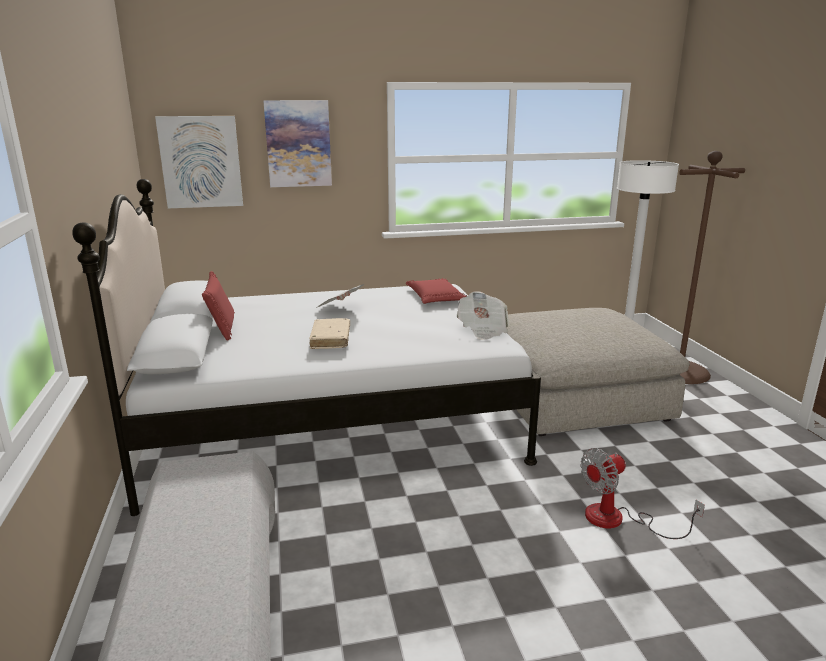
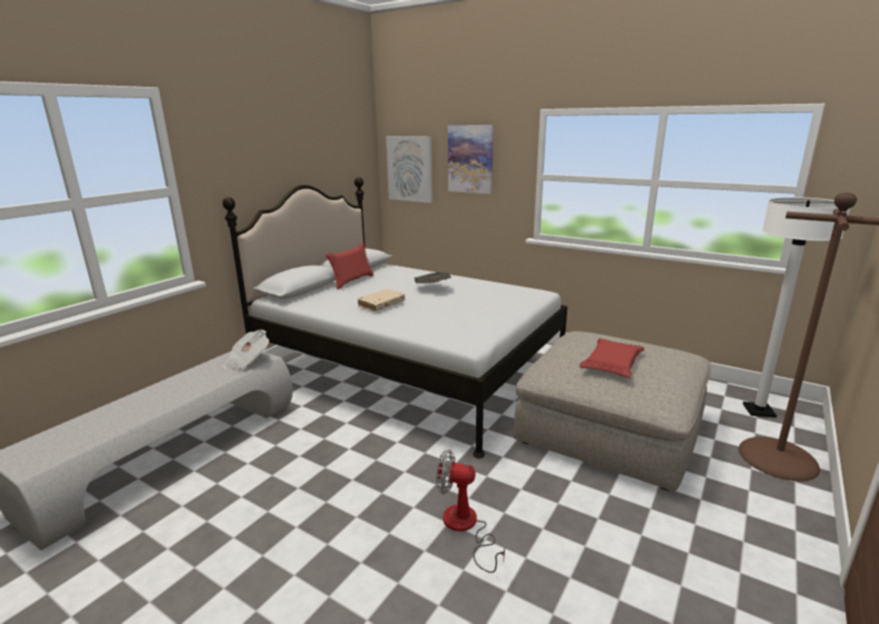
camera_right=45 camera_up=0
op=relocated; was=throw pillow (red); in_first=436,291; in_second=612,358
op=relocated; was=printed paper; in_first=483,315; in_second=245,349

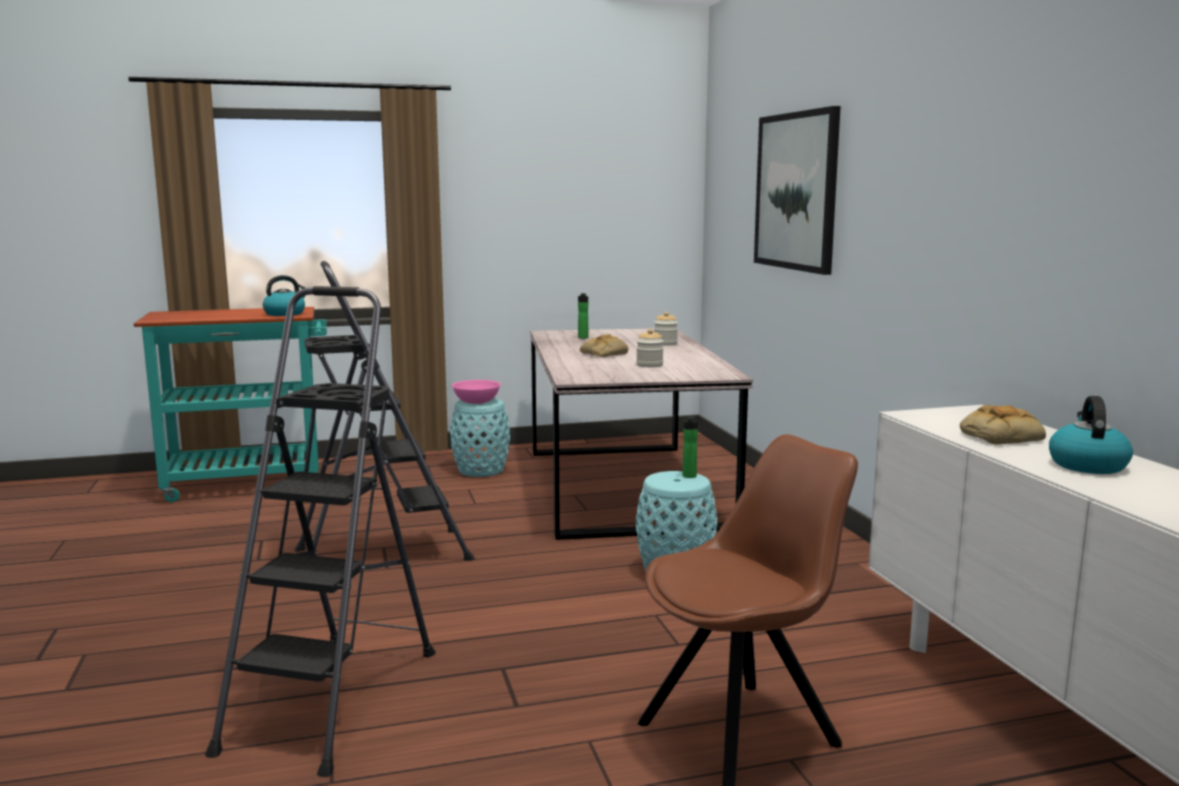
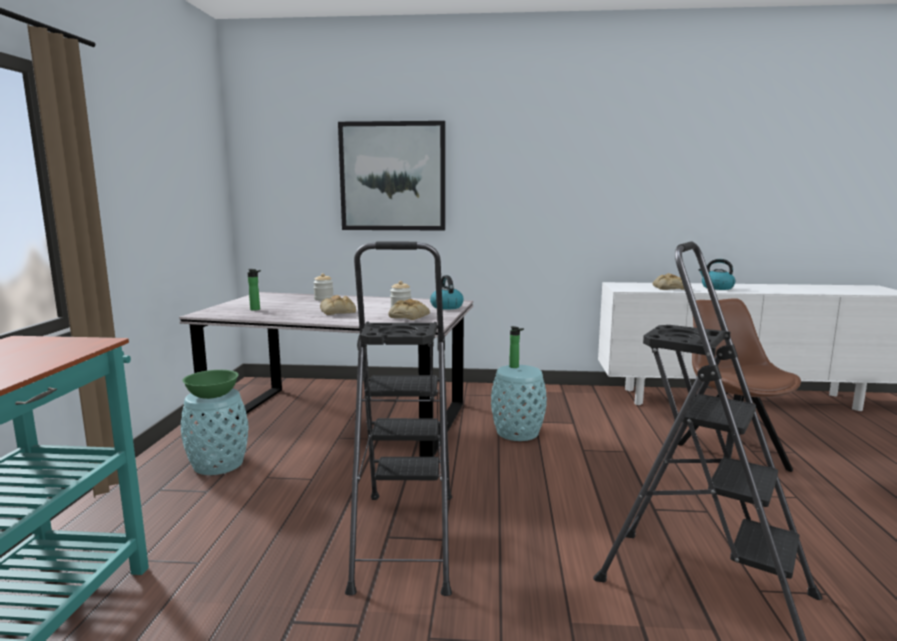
camera_right=-70 camera_up=0
op=relocated; was=tea kettle; in_first=284,295; in_second=447,292
op=colour; was=bowl (pinkish); now=bowl (green); in_first=476,392; in_second=210,384
op=appeared; now=baked bread; in_second=409,309

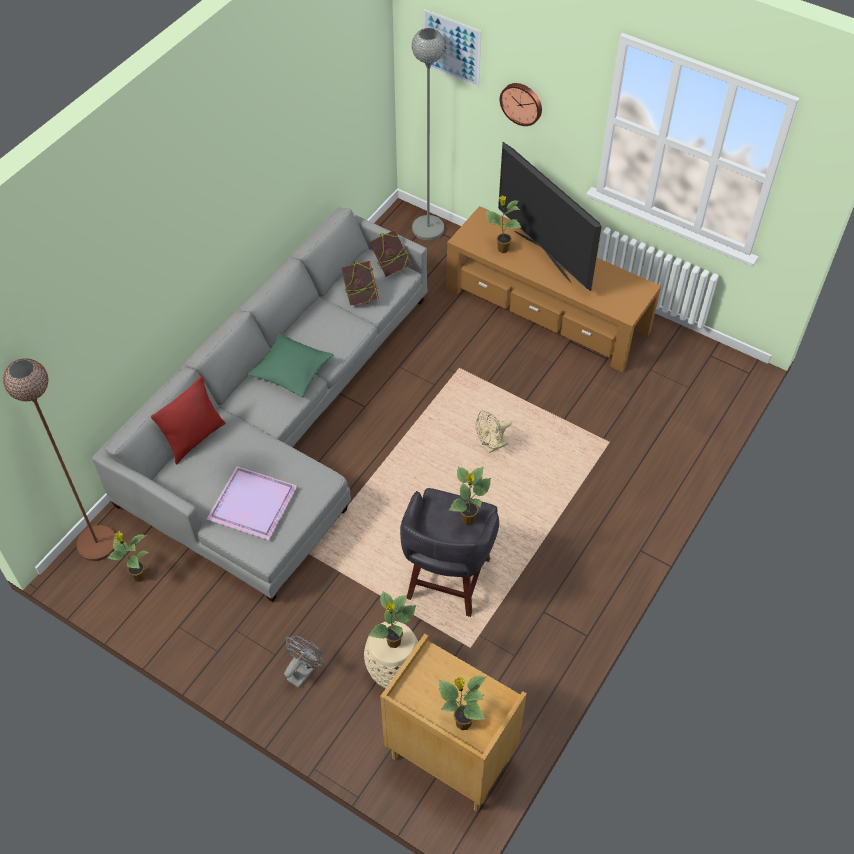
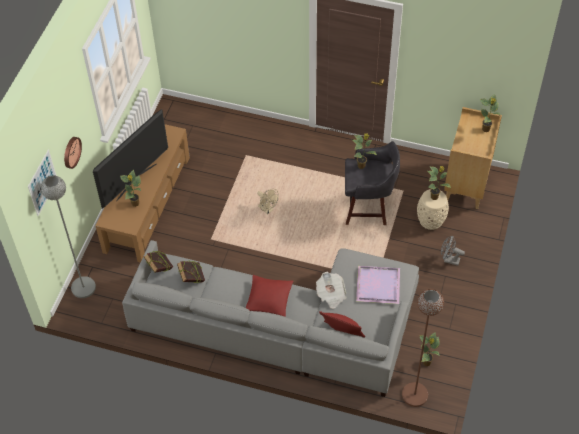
camera_right=-105 camera_up=0
op=colour; was=throw pillow (green); now=throw pillow (red); in_first=290,365; in_second=269,296
op=appeared; now=printed paper; in_second=331,290

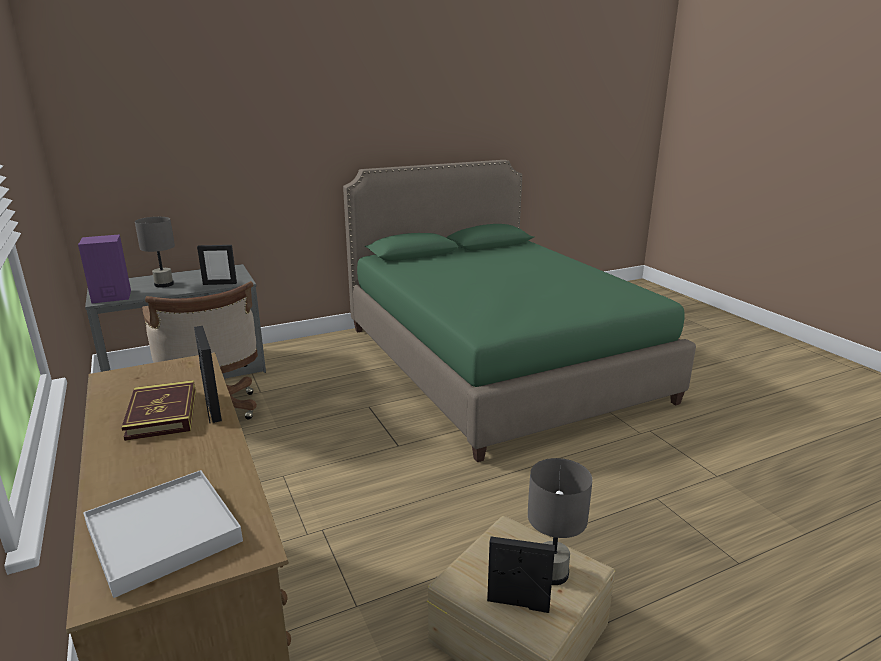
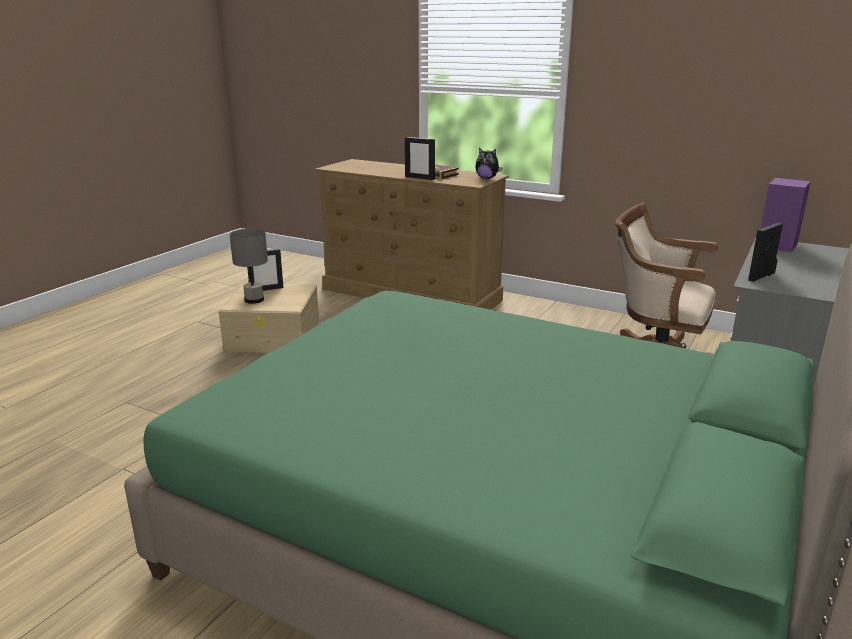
camera_right=145 camera_up=0
op=missing; was=serving tray (white-coloured); in_first=163,534
op=missing; was=tabletop lamp (grey); in_first=155,252
op=appeared; now=plush toy; in_second=489,163

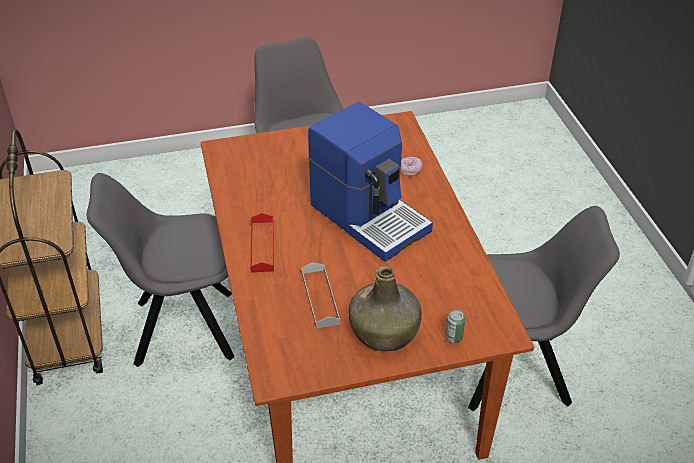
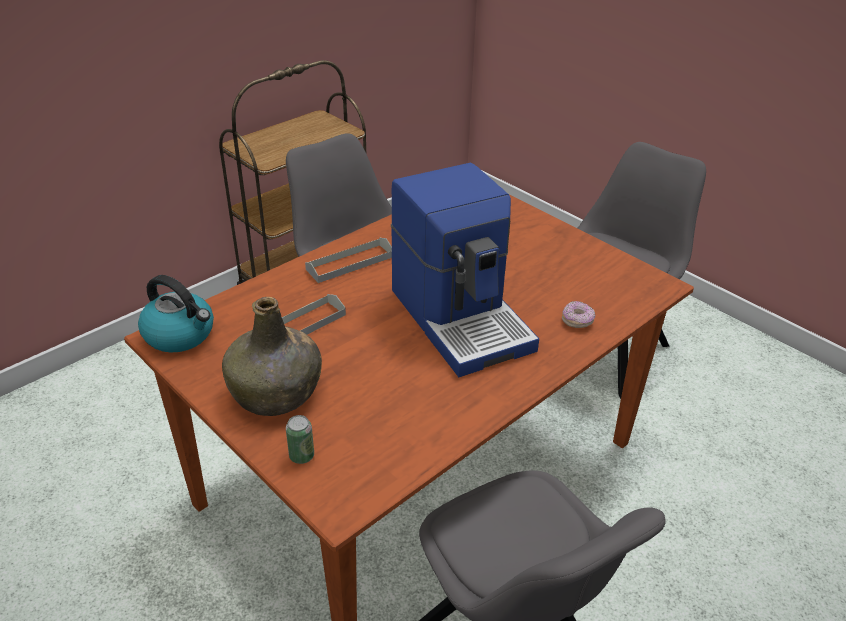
camera_right=60 camera_up=-5
op=colour; was=serving tray (red); now=serving tray (grey); in_first=262,243; in_second=348,260
op=spun; was=coffee brewer; in_first=370,182; in_second=464,270; clockwise=-45
op=appeared; now=tea kettle; in_second=176,314

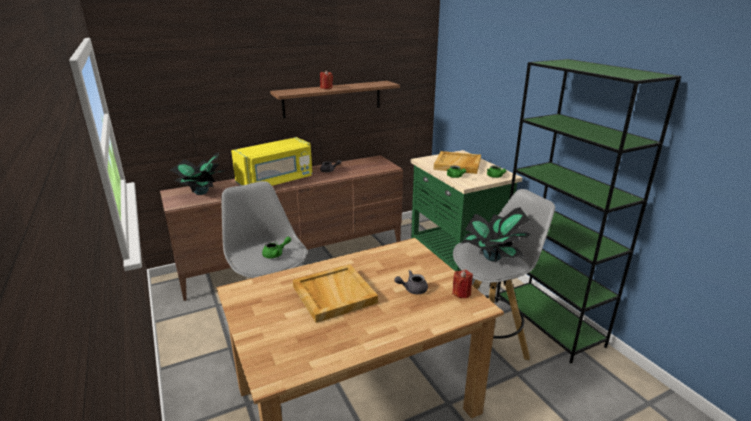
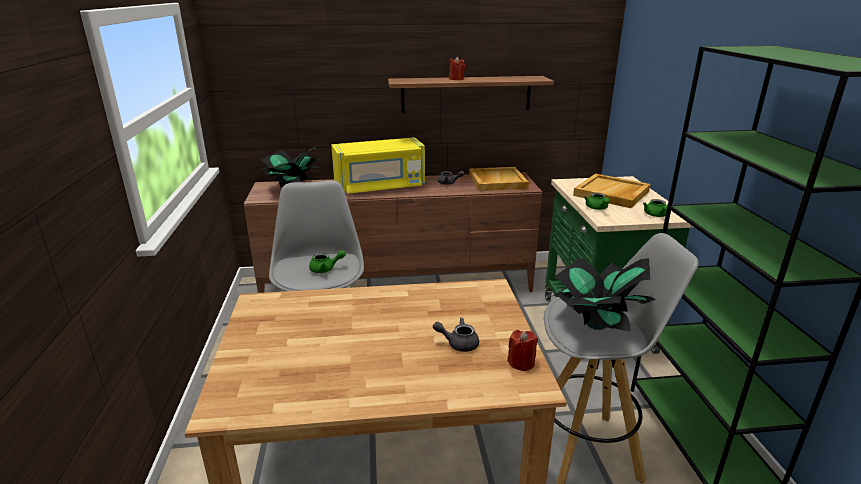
camera_right=20 camera_up=0
op=relocated; was=serving tray (beige); in_first=335,293; in_second=499,179

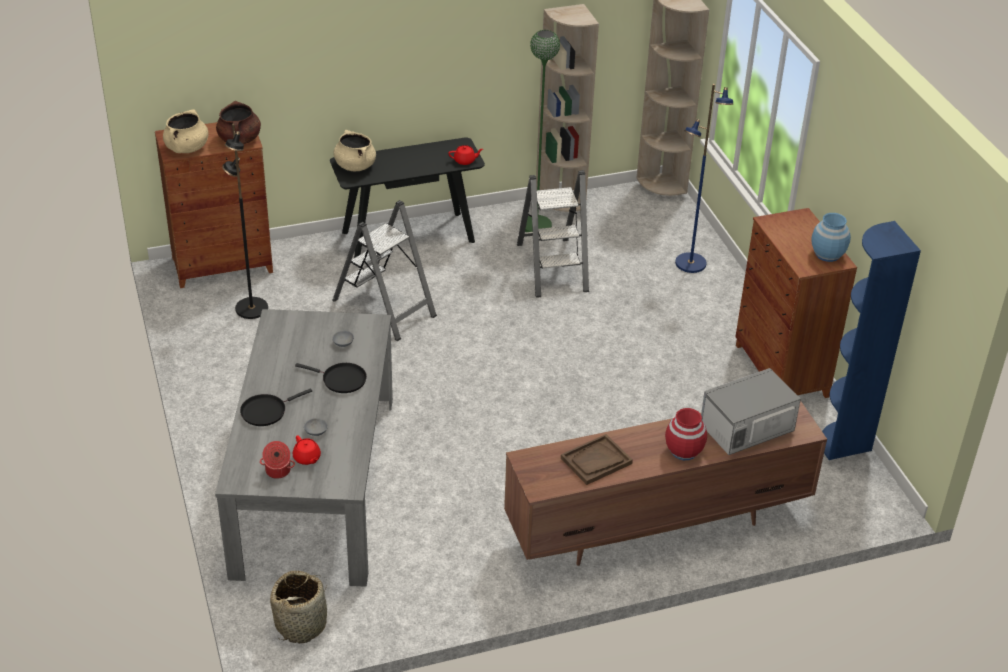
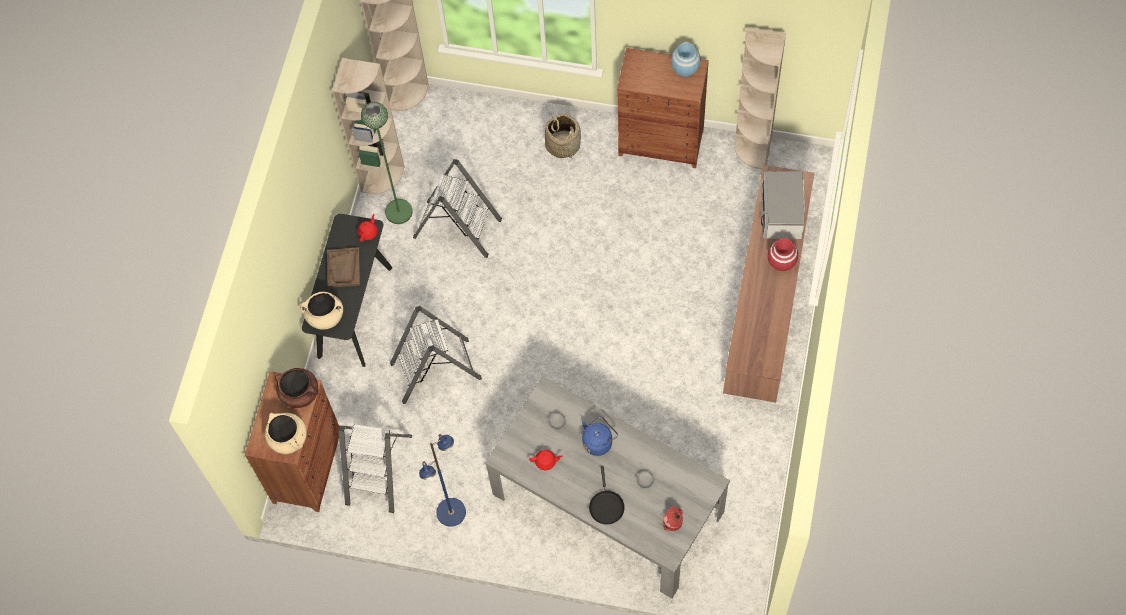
camera_right=-55 camera_up=25
op=exchanged; was=floor lamp (black-coloured); now=stepladder (grey); in_first=245,221; in_second=375,468
op=relocated; was=storage basket; in_first=298,607; in_second=563,135
op=relocated; was=pot for tea (red); in_first=307,450; in_second=546,460
op=exchanged; was=pan (black-coloured); now=tea kettle (blue); in_first=331,378; in_second=600,436
op=relocated; was=serving tray (brown-coloured); in_first=597,459; in_second=343,267
op=relocated; was=floor lamp (blue); in_first=704,178; in_second=442,480
op=colour; was=shelving unit (blue); now=shelving unit (beige); in_first=871,340; in_second=760,98

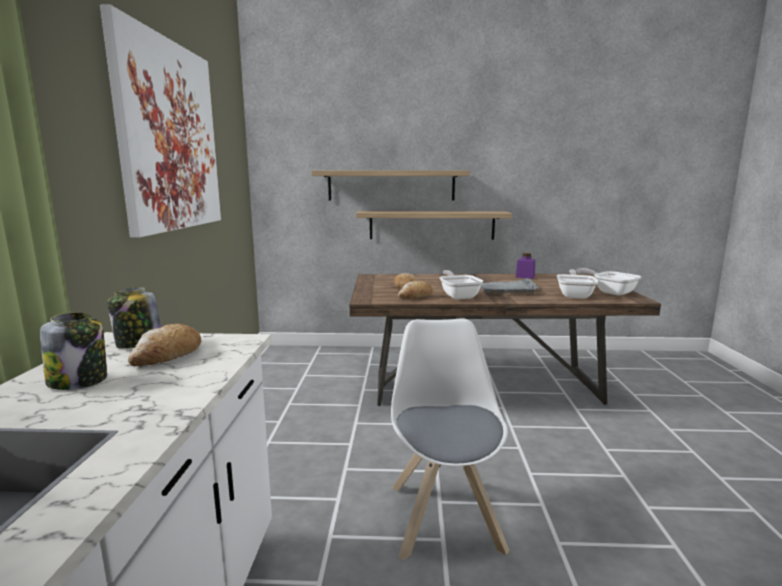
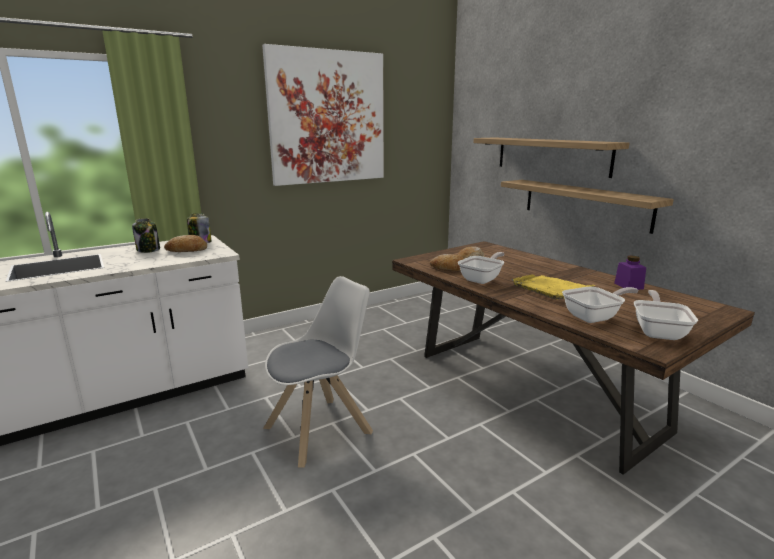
camera_right=55 camera_up=5
op=colour; was=serving tray (grey); now=serving tray (yellow); in_first=510,286; in_second=554,287

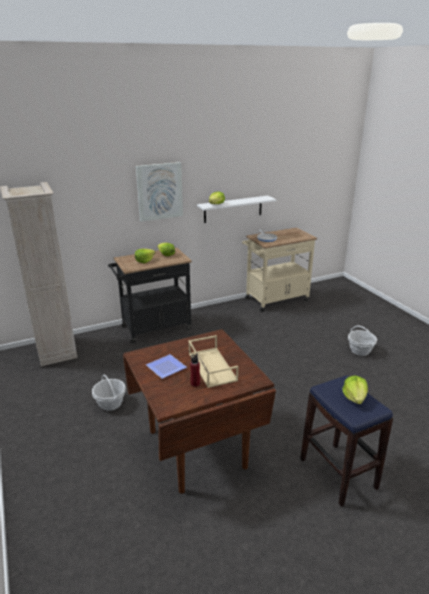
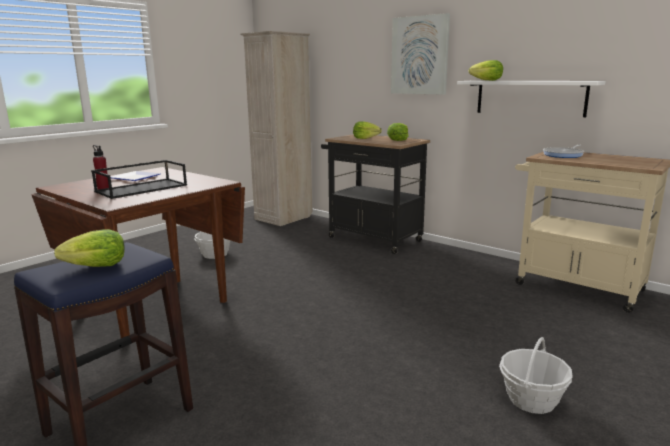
camera_right=65 camera_up=-10
op=colour; was=serving tray (beige); now=serving tray (black-coloured); in_first=213,361; in_second=139,179

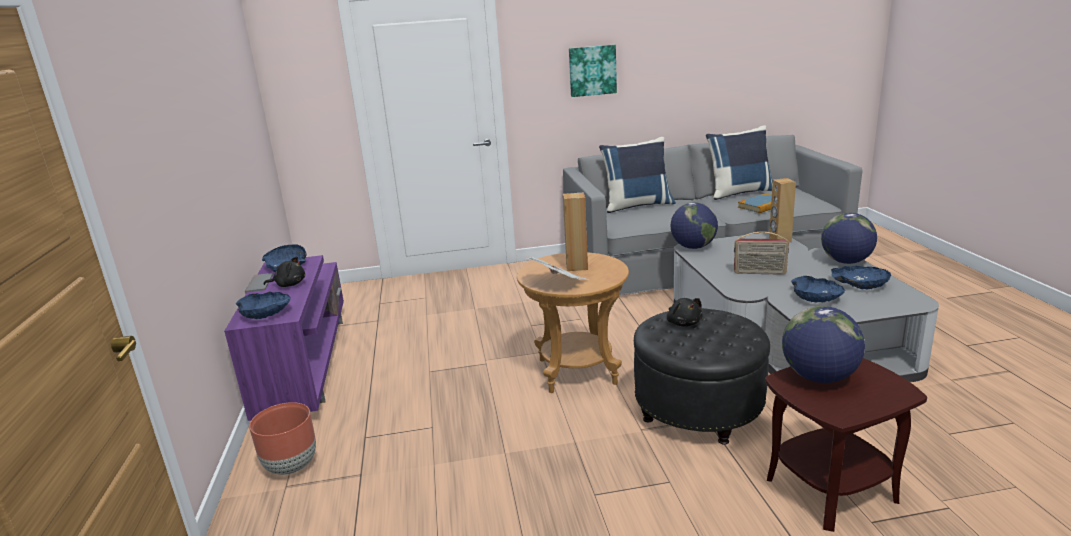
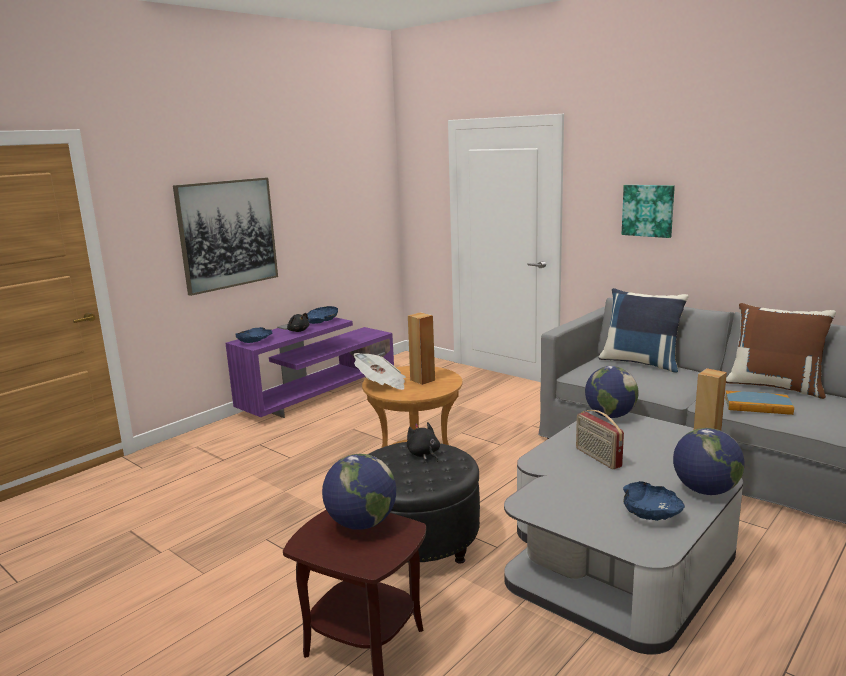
camera_right=50 camera_up=-5
op=missing; was=plant pot (brown-coloured); in_first=282,438
op=spun; was=plush toy (black-coloured); in_first=685,312; in_second=423,442; clockwise=120
op=colour; was=throw pillow (blue); now=throw pillow (brown-coloured); in_first=739,162; in_second=781,351
op=missing; was=bowl (blue); in_first=818,289
op=appeared; now=wall art; in_second=225,237

